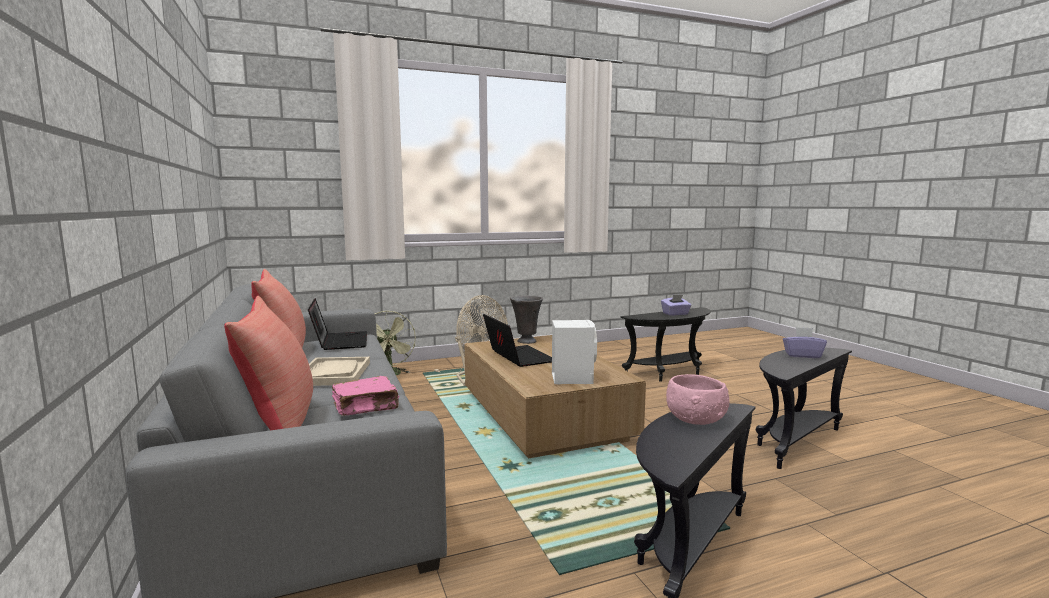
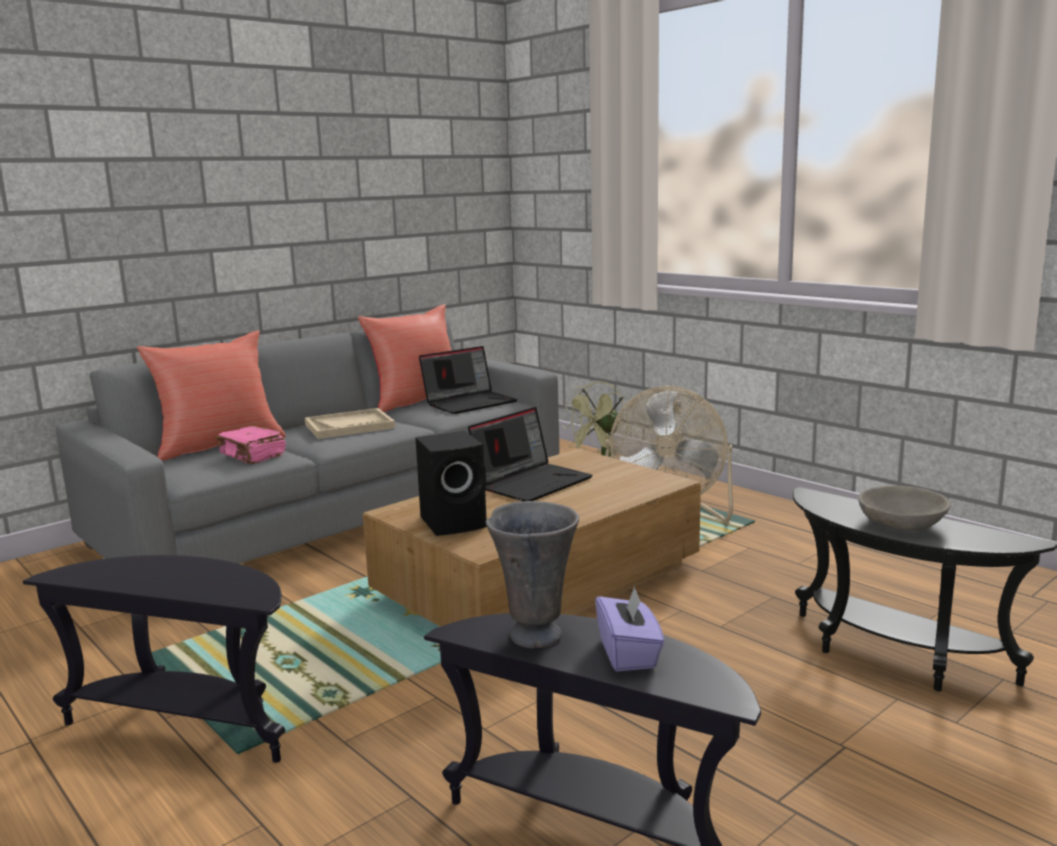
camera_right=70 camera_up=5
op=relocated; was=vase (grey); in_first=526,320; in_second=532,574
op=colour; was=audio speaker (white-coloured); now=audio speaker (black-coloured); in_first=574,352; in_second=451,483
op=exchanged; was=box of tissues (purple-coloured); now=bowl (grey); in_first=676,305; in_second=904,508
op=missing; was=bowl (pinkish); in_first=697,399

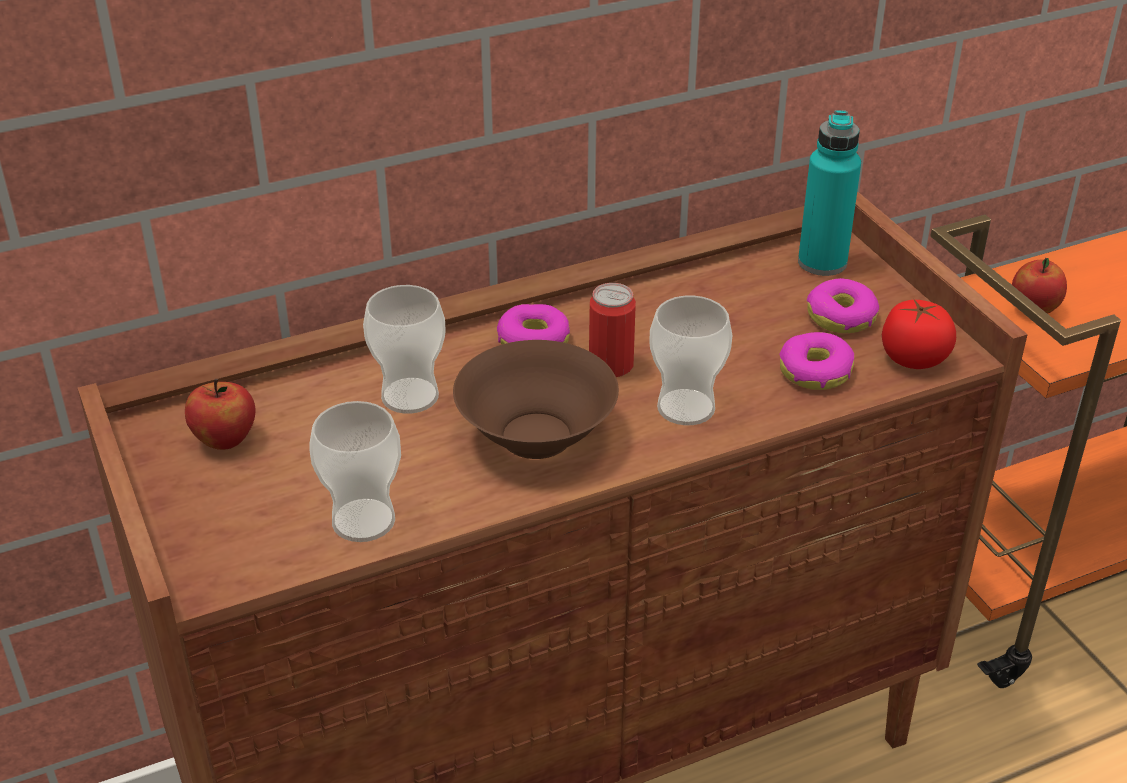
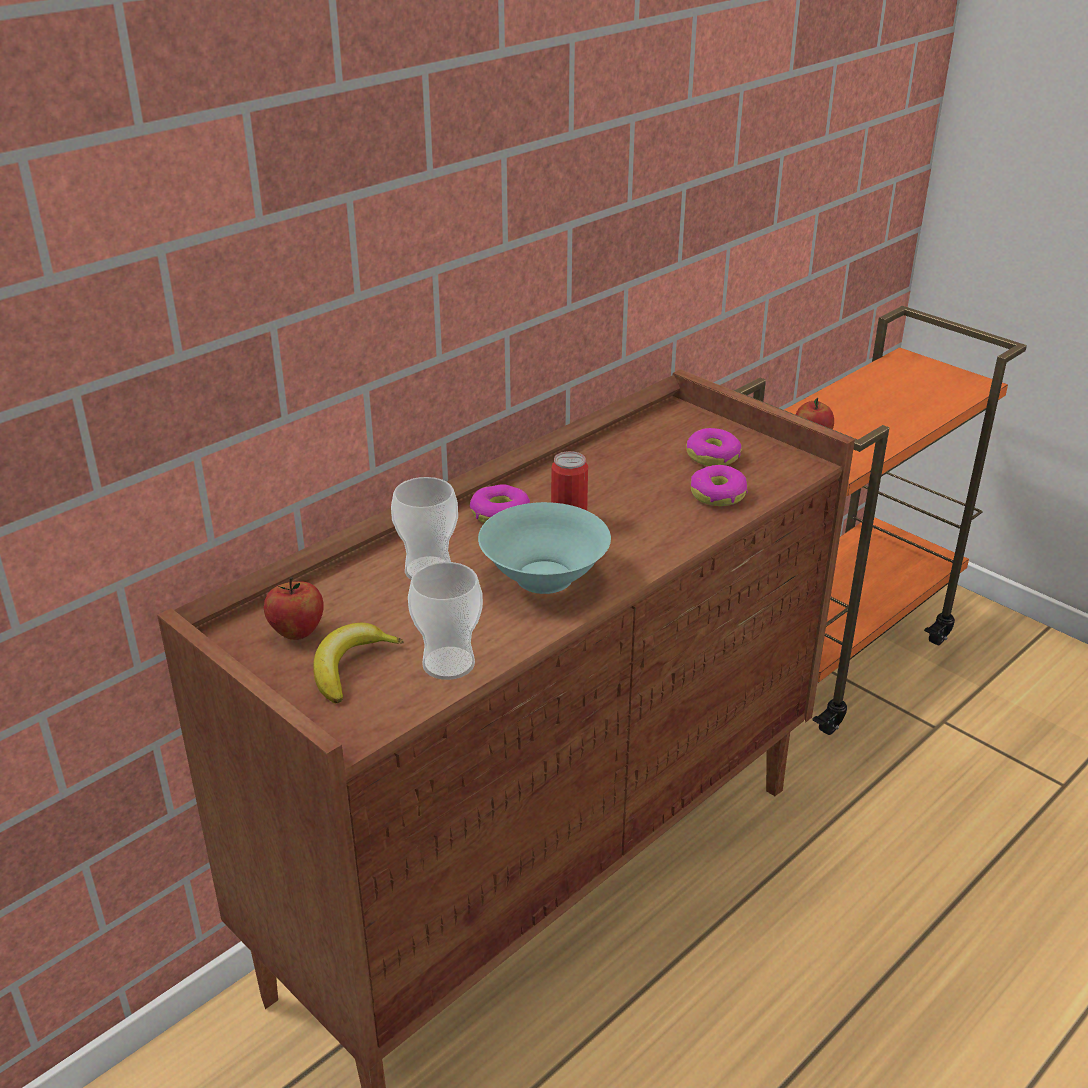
camera_right=-20 camera_up=-5
op=colour; was=bowl (brown-coloured); now=bowl (blue-green); in_first=536,399; in_second=544,548
op=missing; was=drinking cup; in_first=690,360
op=missing; was=drink bottle (blue-green); in_first=829,193
op=missing; was=whole tomato; in_first=919,334
op=appeared; now=whole banana; in_second=358,663

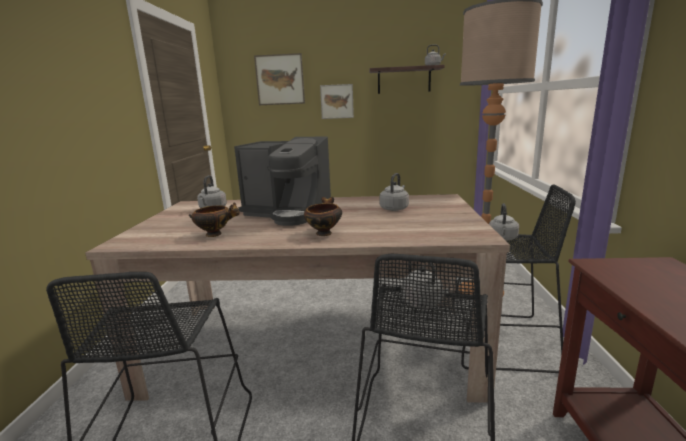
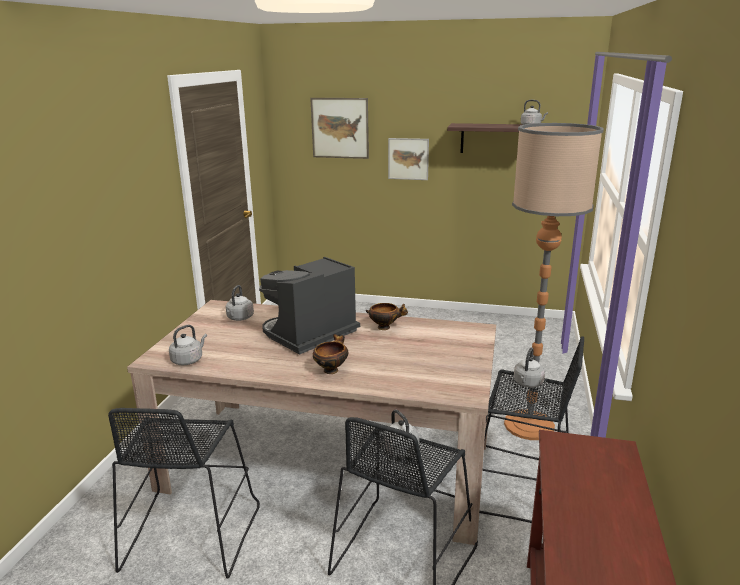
camera_right=10 camera_up=5
op=relocated; was=bowl; in_first=214,219; in_second=387,316
op=spun; was=coffee brewer; in_first=282,181; in_second=309,306; clockwise=105
op=relocated; was=tea kettle (grey); in_first=394,192; in_second=188,345

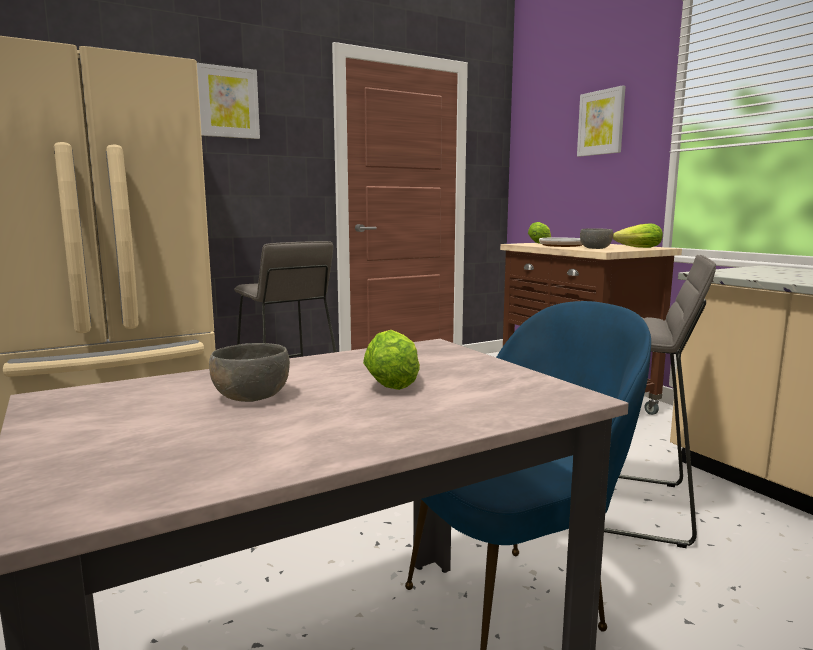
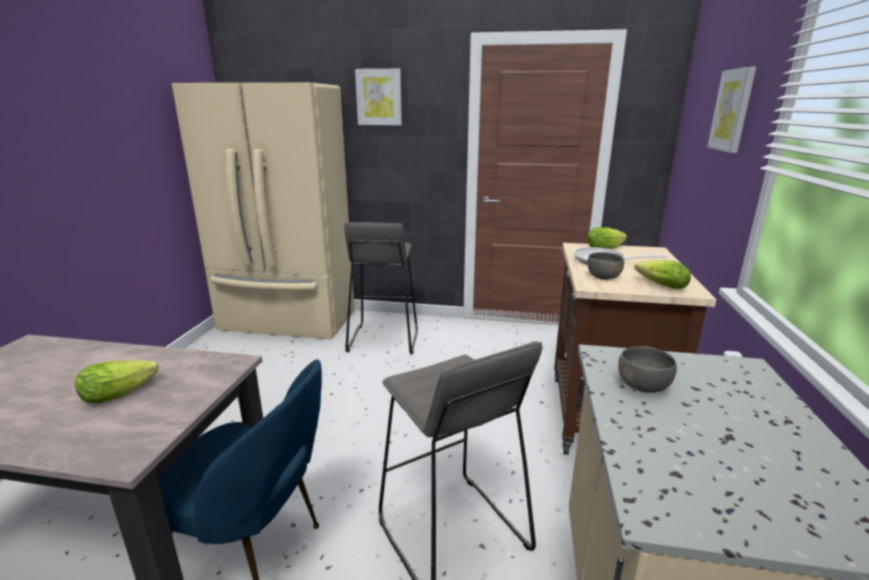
camera_right=40 camera_up=10
op=relocated; was=bowl (grey); in_first=249,372; in_second=647,369

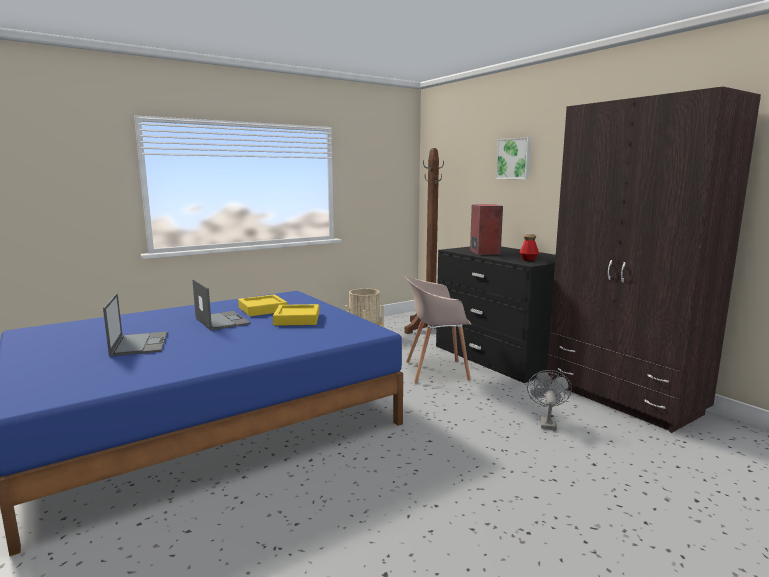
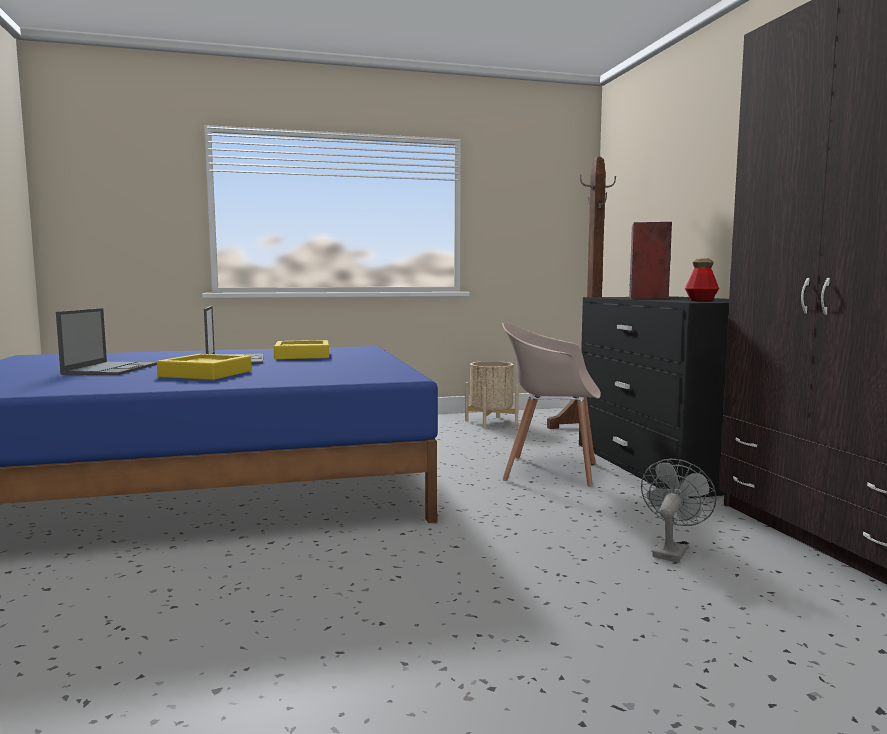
camera_right=20 camera_up=-5
op=relocated; was=serving tray (yellow); in_first=296,315; in_second=204,367
op=missing; was=wall art; in_first=513,158

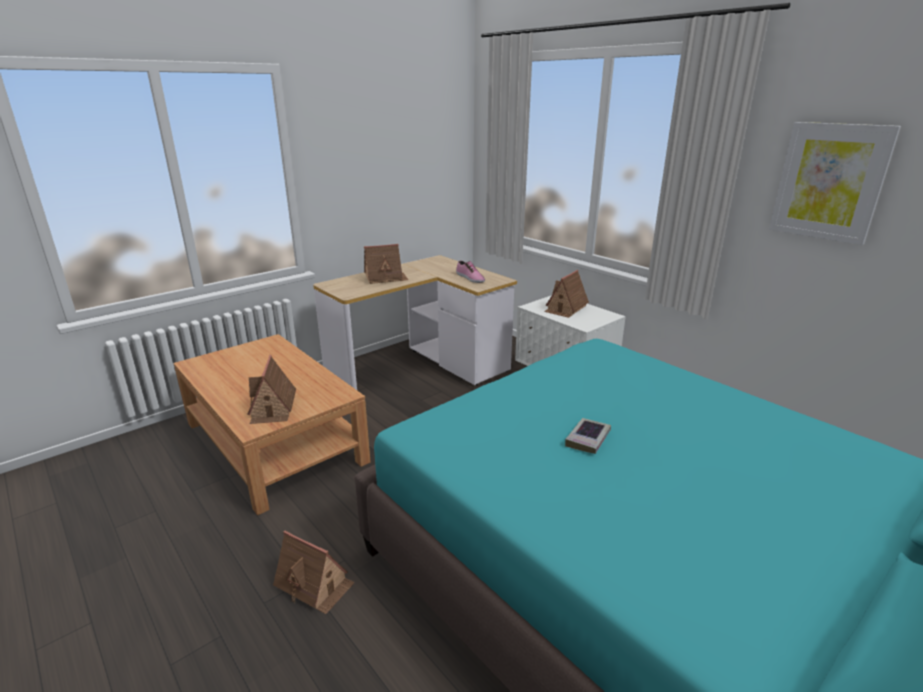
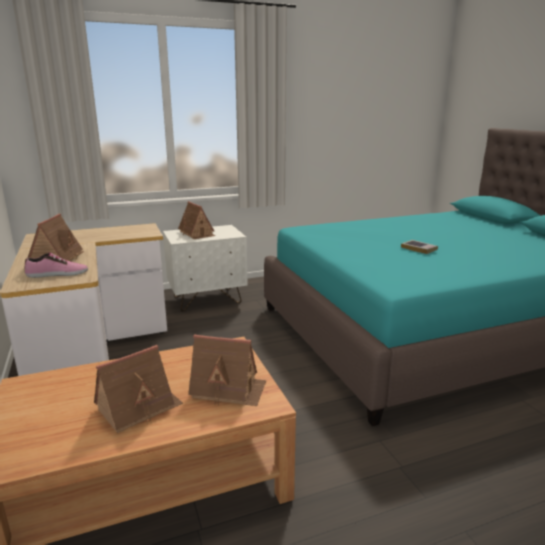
camera_right=-70 camera_up=-5
op=relocated; was=model house; in_first=314,572; in_second=138,389
op=relocated; was=low shoe; in_first=470,271; in_second=56,265
op=missing; was=wall art; in_first=835,183

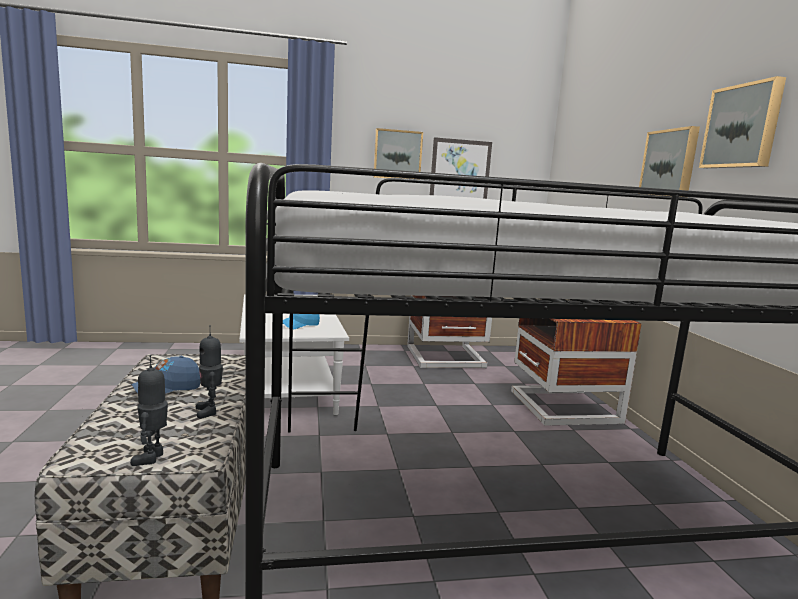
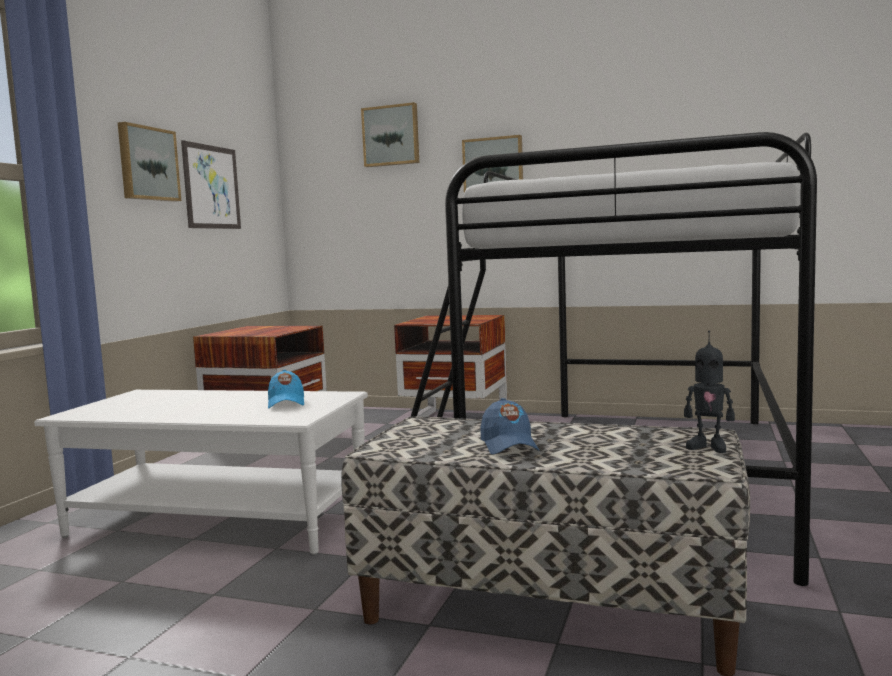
camera_right=-60 camera_up=-5
op=missing; was=model robot; in_first=209,372
op=relocated; was=wall art; in_first=742,122; in_second=390,134

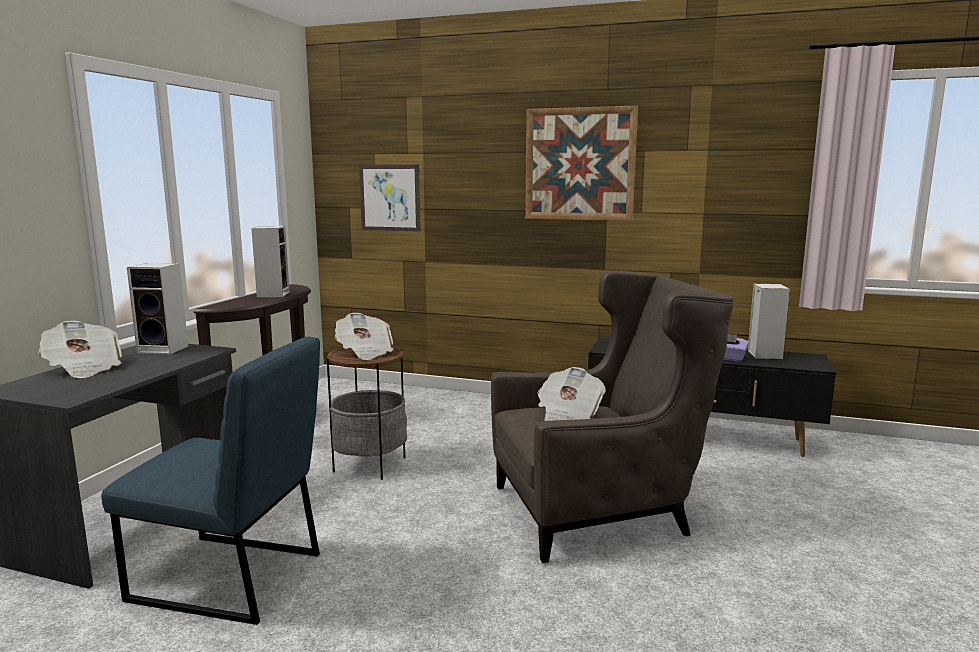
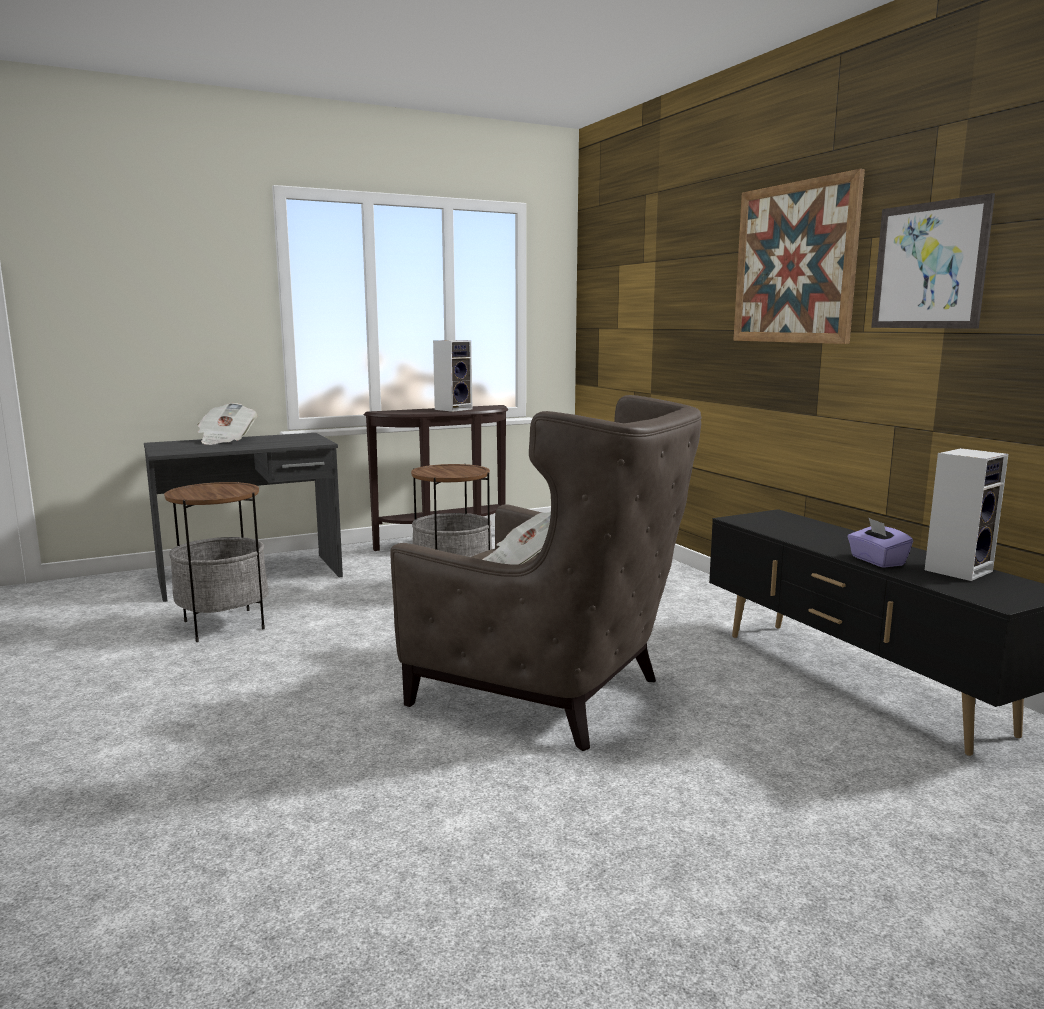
camera_right=45 camera_up=0
op=exchanged; was=chair (blue); now=end table; in_first=210,481; in_second=216,562
op=missing; was=audio speaker; in_first=157,309
op=missing; was=printed paper; in_first=364,336
op=relocated; was=wall art; in_first=390,198; in_second=933,261

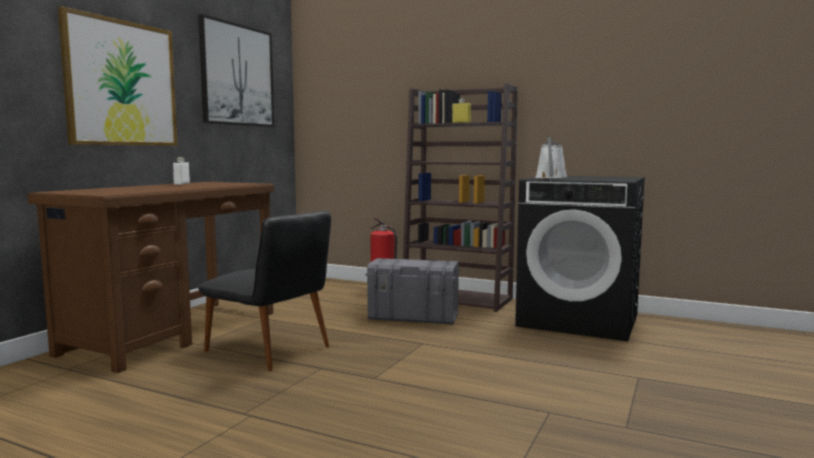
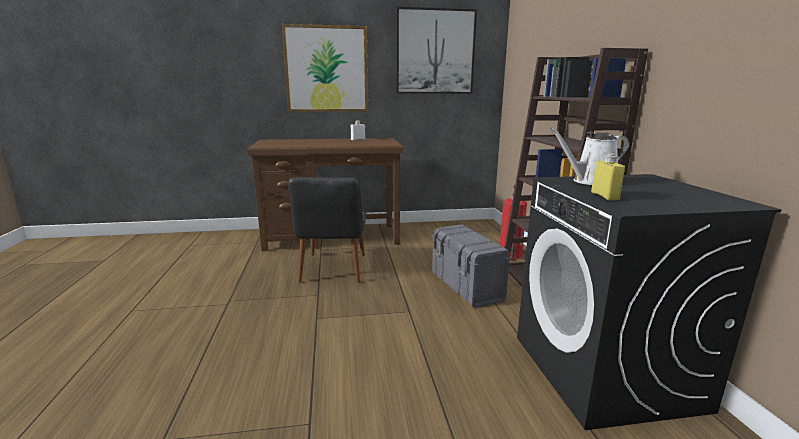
camera_right=55 camera_up=10
op=relocated; was=drink bottle (yellow); in_first=461,110; in_second=608,177

